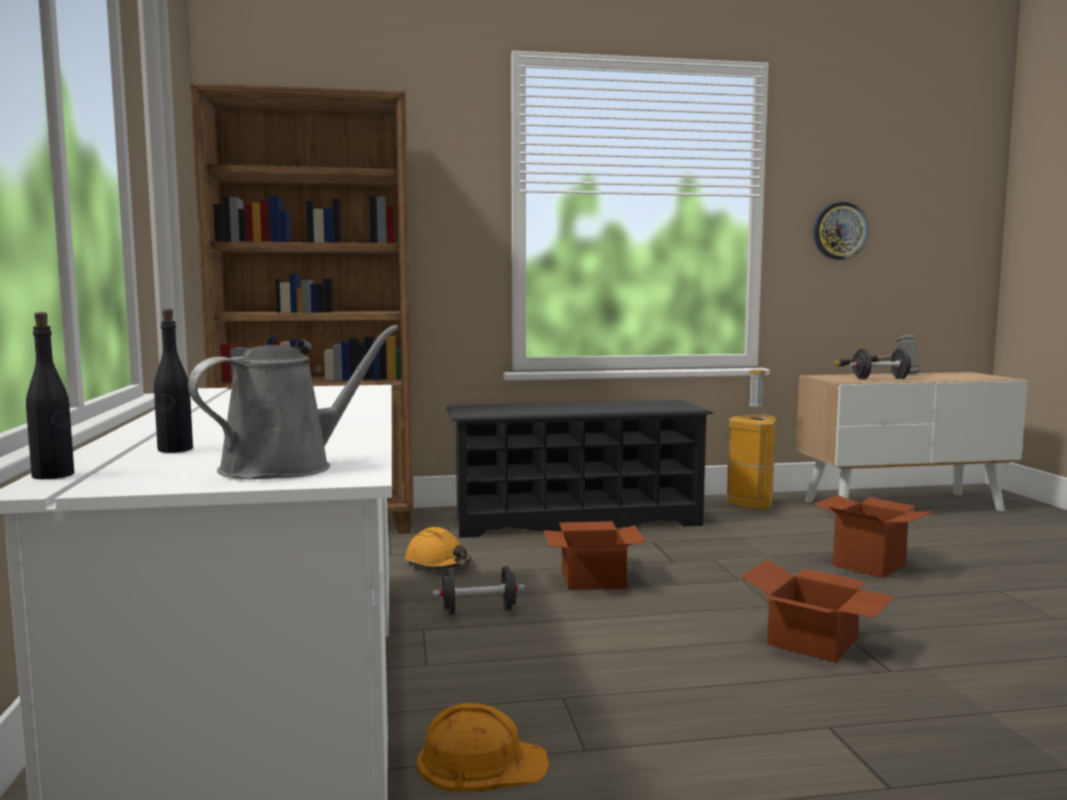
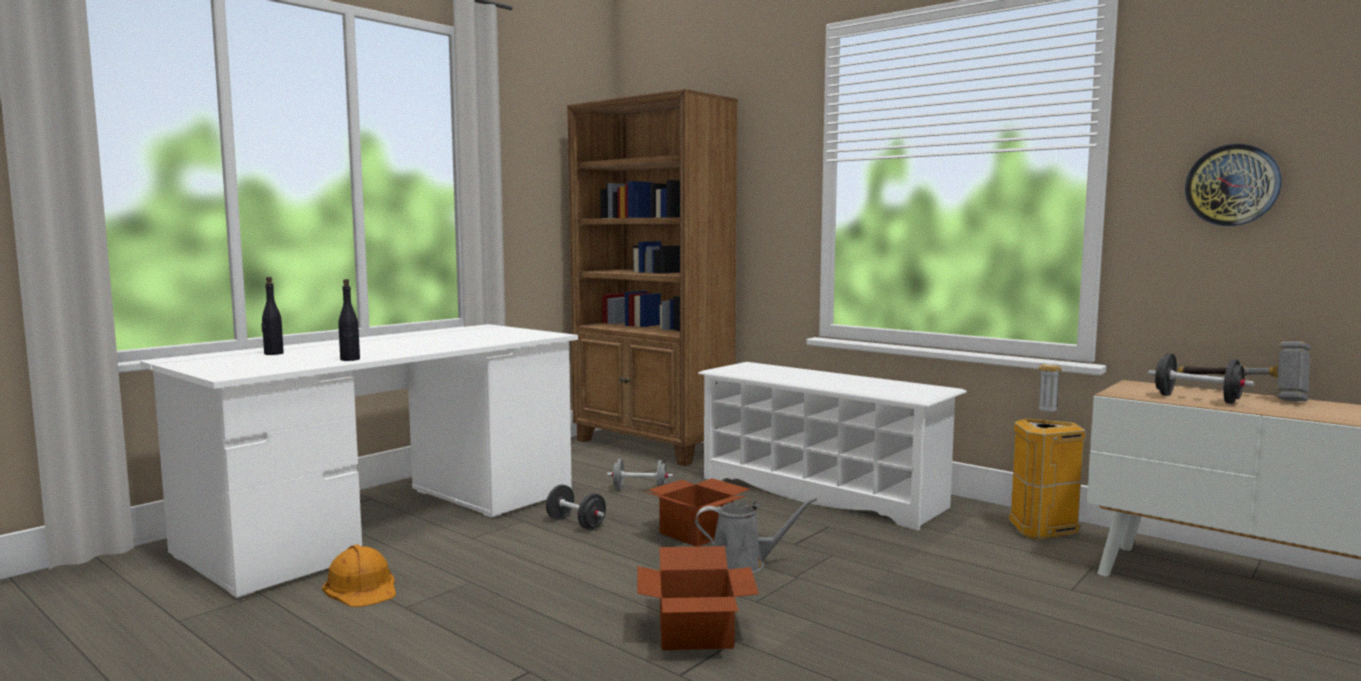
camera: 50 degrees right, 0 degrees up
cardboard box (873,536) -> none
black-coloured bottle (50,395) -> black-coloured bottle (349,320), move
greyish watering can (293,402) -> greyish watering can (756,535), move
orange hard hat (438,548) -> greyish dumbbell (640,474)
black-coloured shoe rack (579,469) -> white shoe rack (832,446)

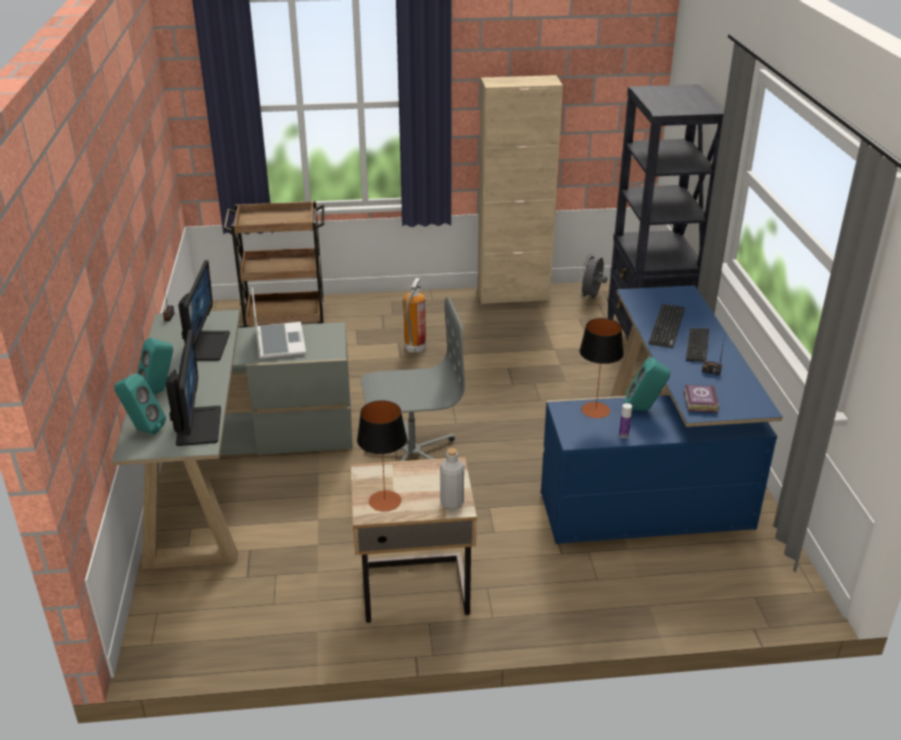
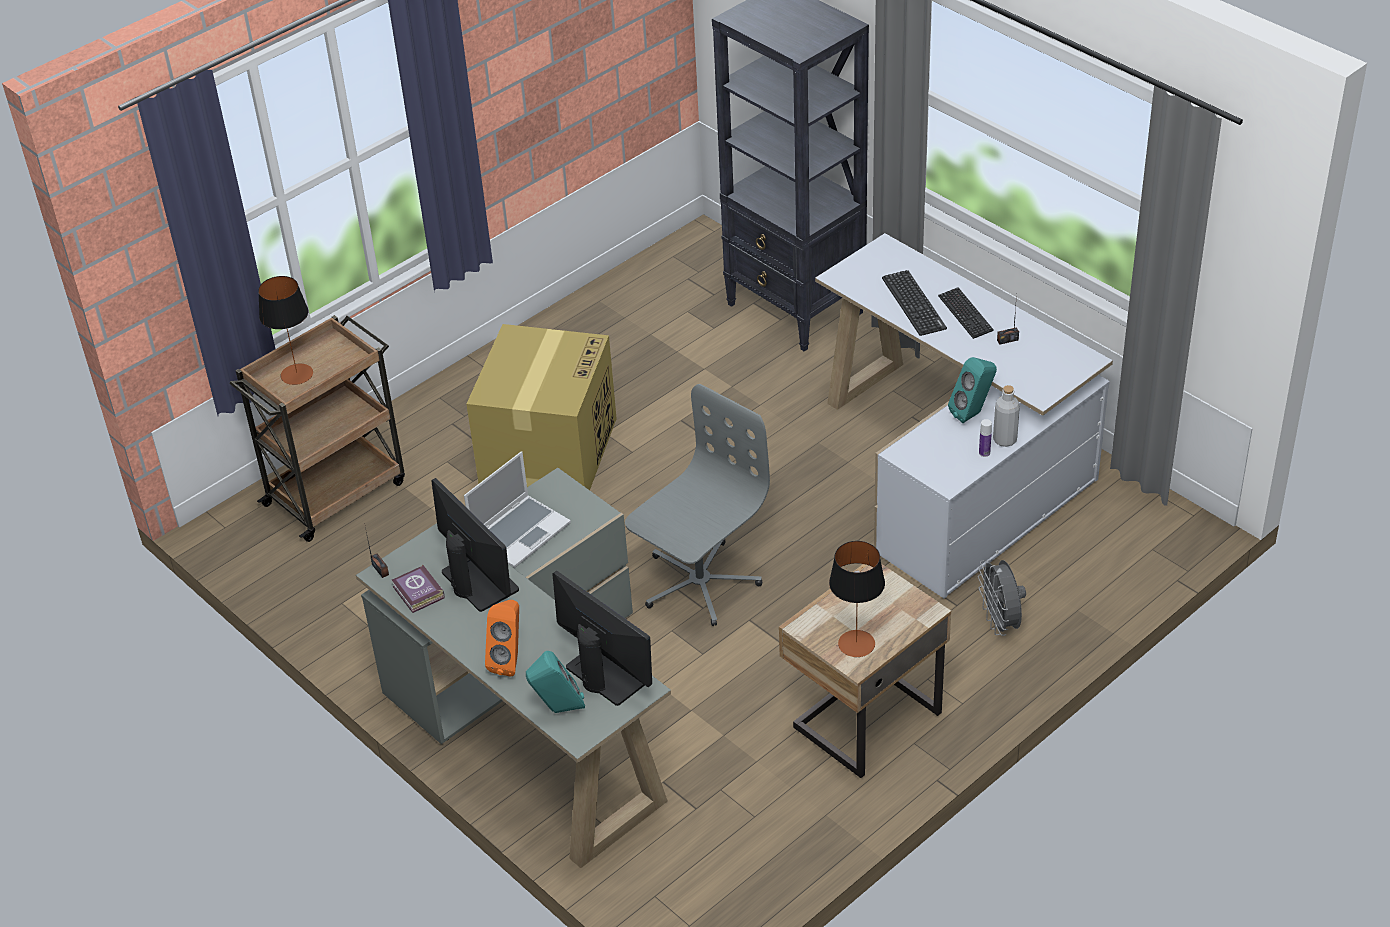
camera: 35 degrees left, 10 degrees up
beige cupboard (520,190) -> none
greyish bottle (452,478) -> greyish bottle (1006,416), move
greyish electric fan (593,276) -> greyish electric fan (1002,598), move
table lamp (601,368) -> table lamp (285,330), move
book (701,399) -> book (418,589), move
extinguisher (414,315) -> cardboard box (541,407)
turquoise audio speaker (155,366) -> orange audio speaker (502,638)
blue-coloured desk table (662,414) -> white desk table (964,416)
portable computer (278,323) -> portable computer (517,509), 90 degrees clockwise

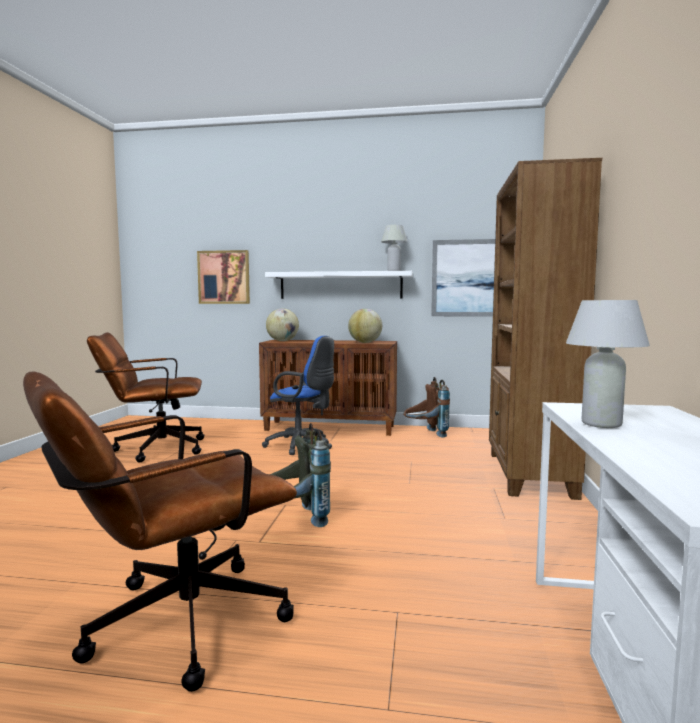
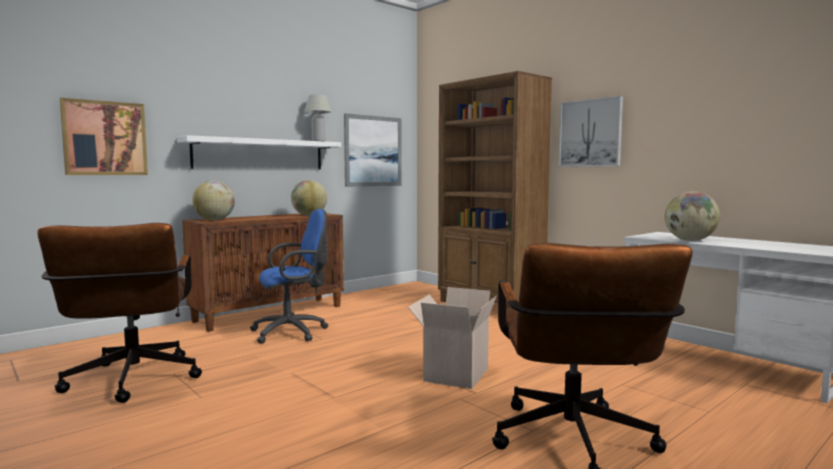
camera: 50 degrees left, 0 degrees up
brownish backpack (426,407) -> none
none -> picture (591,131)
greyish backpack (300,475) -> cardboard box (452,338)
white table lamp (608,364) -> desk globe (692,216)
brownish desk chair (145,397) -> brownish desk chair (119,313), 45 degrees counterclockwise

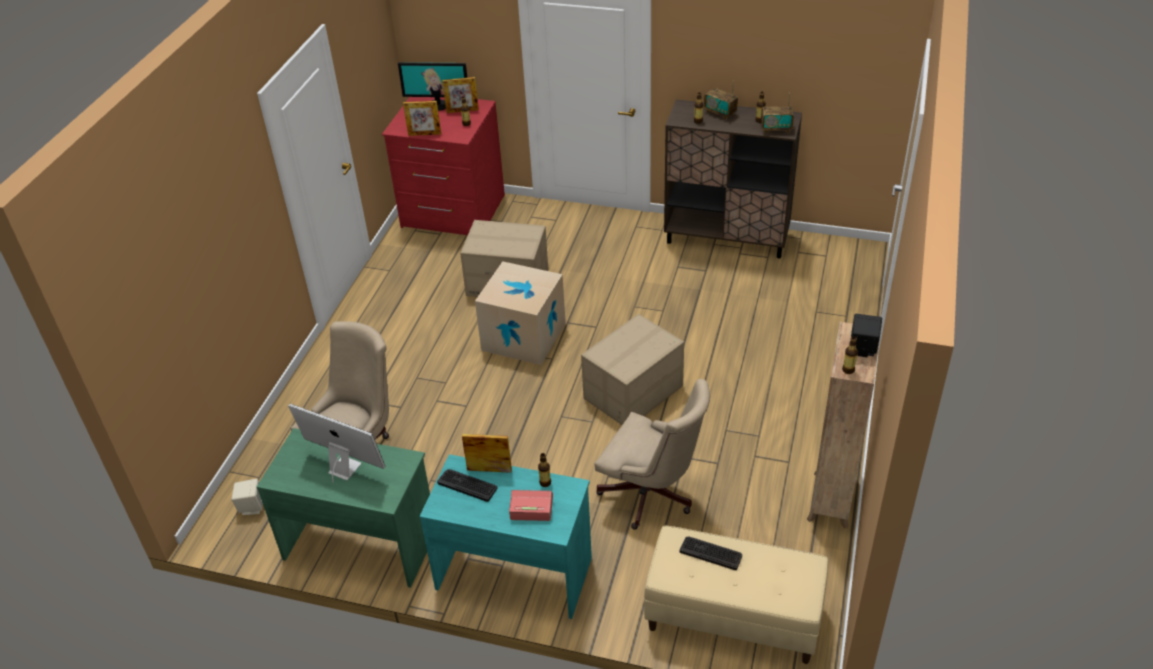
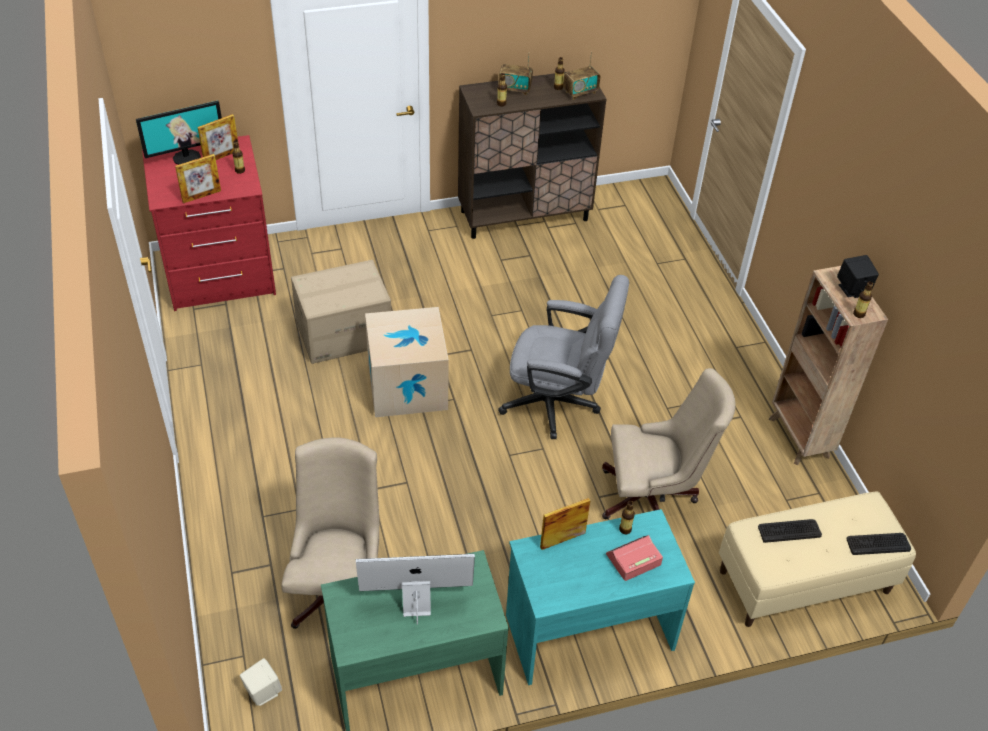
camera: 35 degrees left, 5 degrees up
PC keyboard (467,485) -> PC keyboard (878,544), move
cardboard box (632,369) -> greyish desk chair (563,357)

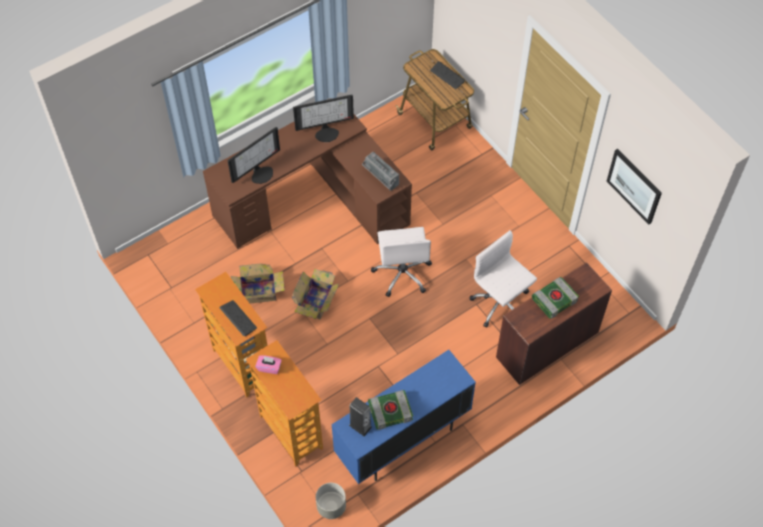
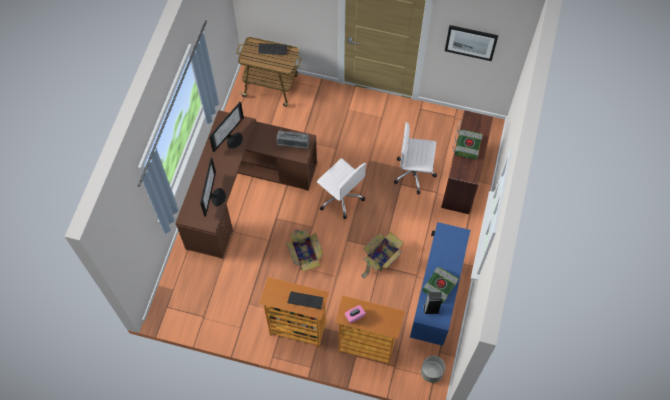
camera: 40 degrees left, 5 degrees up
cardboard box (258,283) -> cardboard box (382,255), move

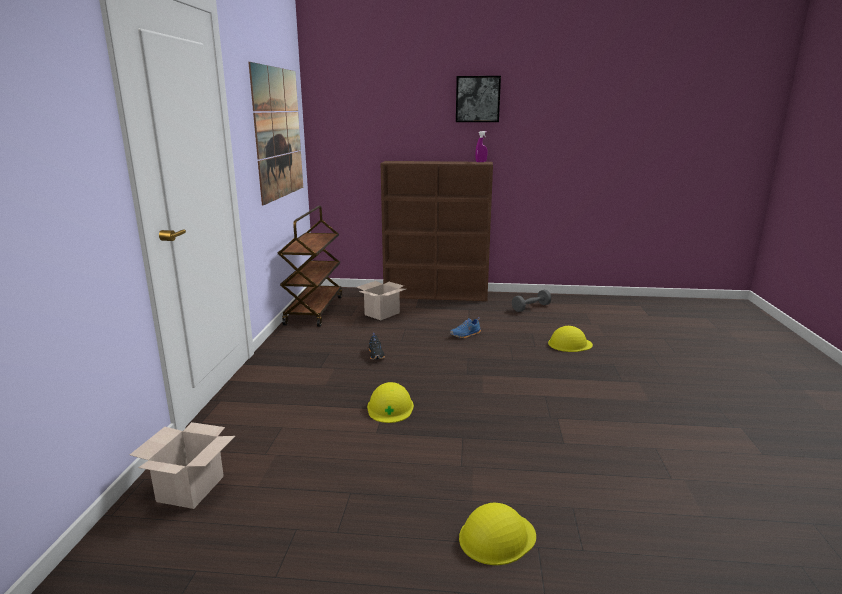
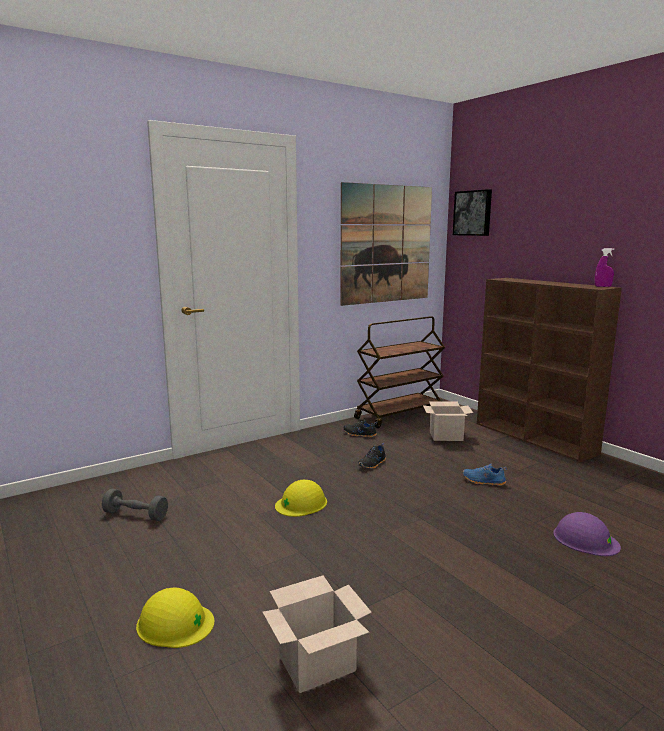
camera: 50 degrees right, 5 degrees down
none -> black-coloured shoe (360,428)
cardboard box (182,465) -> cardboard box (317,634), move
picture (478,99) -> picture (472,212), move
greyish dumbbell (531,301) -> greyish dumbbell (135,505), move
yellow hard hat (570,339) -> purplish hard hat (587,534)

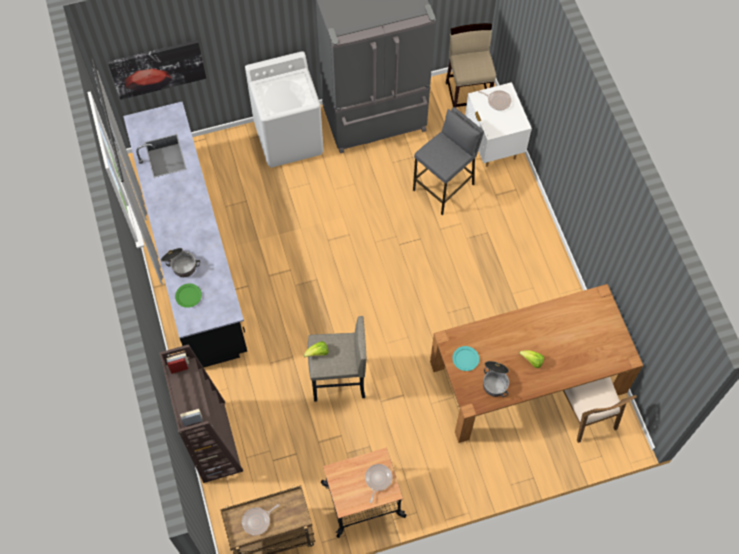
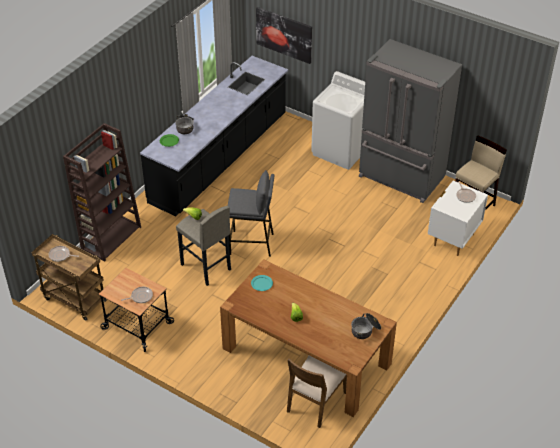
camera: 50 degrees right, 20 degrees down
greyish sitting stool (448,161) -> greyish sitting stool (251,213), move
cooking pot (496,379) -> cooking pot (366,326), move

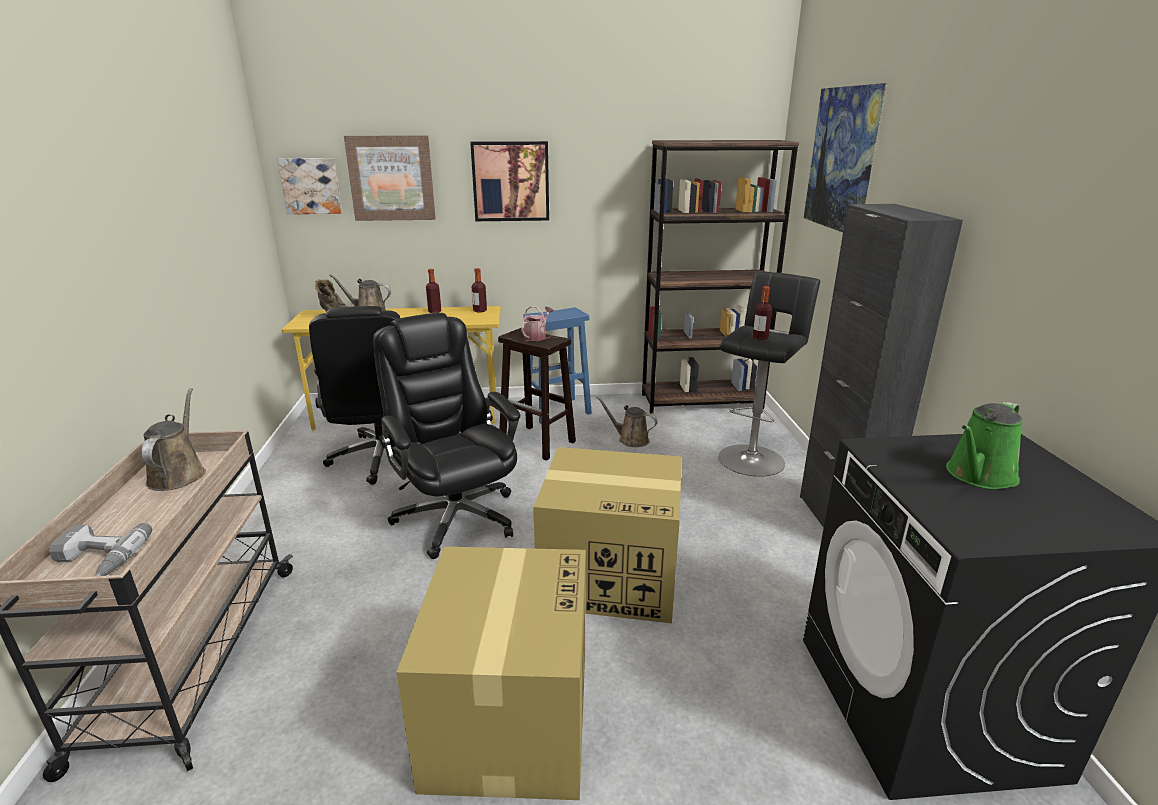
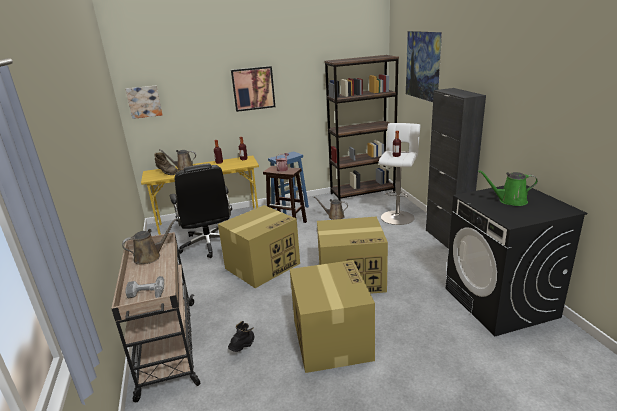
camera: 10 degrees left, 0 degrees up
picture (390,178) -> none
none -> black-coloured boot (241,336)
black-coloured desk chair (446,436) -> cardboard box (259,246)
black-coloured sitting stool (769,374) -> white sitting stool (399,174)
brownish watering can (174,439) -> brownish watering can (149,241), 75 degrees clockwise
greenish watering can (984,445) -> greenish watering can (508,188), 60 degrees clockwise

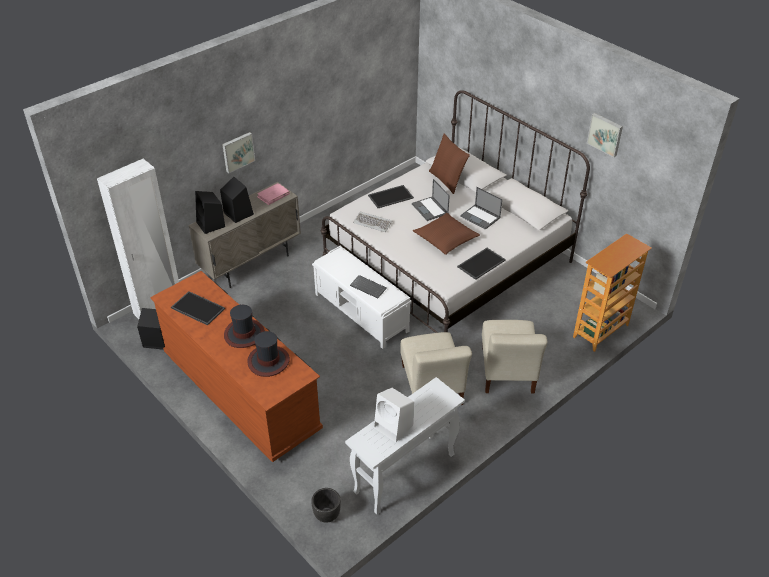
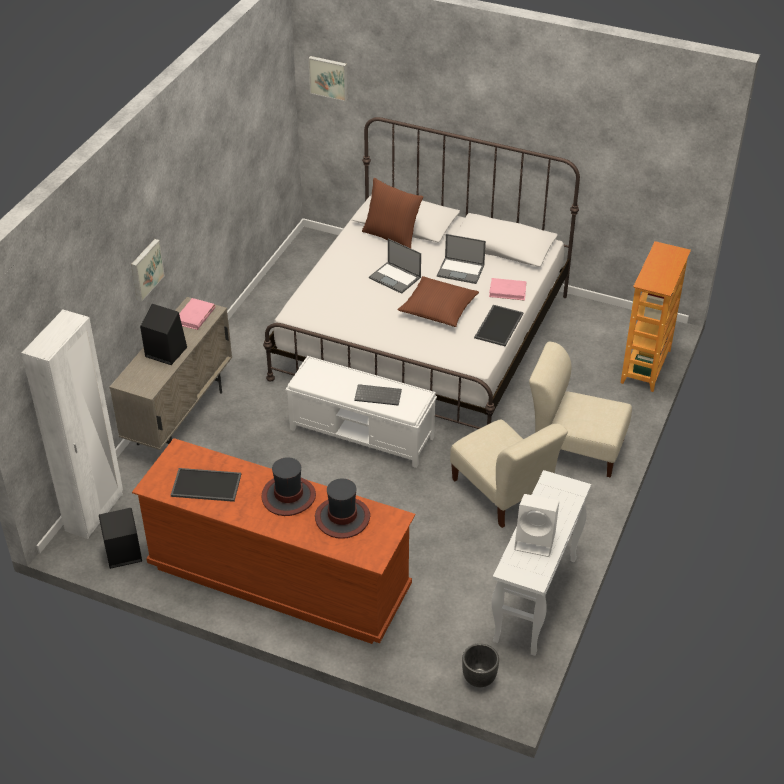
camera: 25 degrees left, 0 degrees up
black-coloured audio speaker (210,212) -> none
PC keyboard (372,222) -> none
tray (391,196) -> none
none -> pink-coloured book (508,289)
picture (605,135) -> picture (328,78), move
beige chair (514,357) -> beige chair (580,410), 135 degrees clockwise

